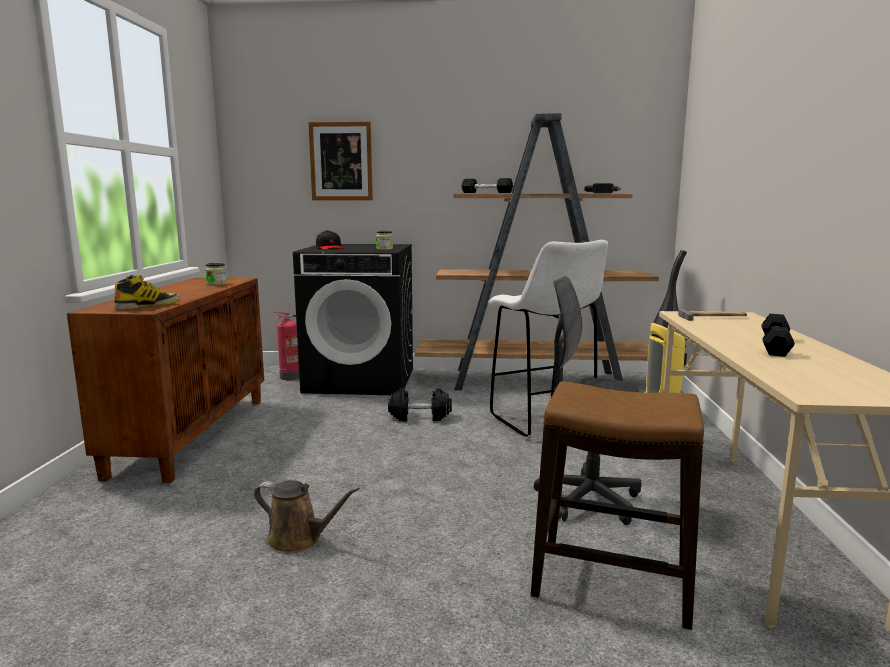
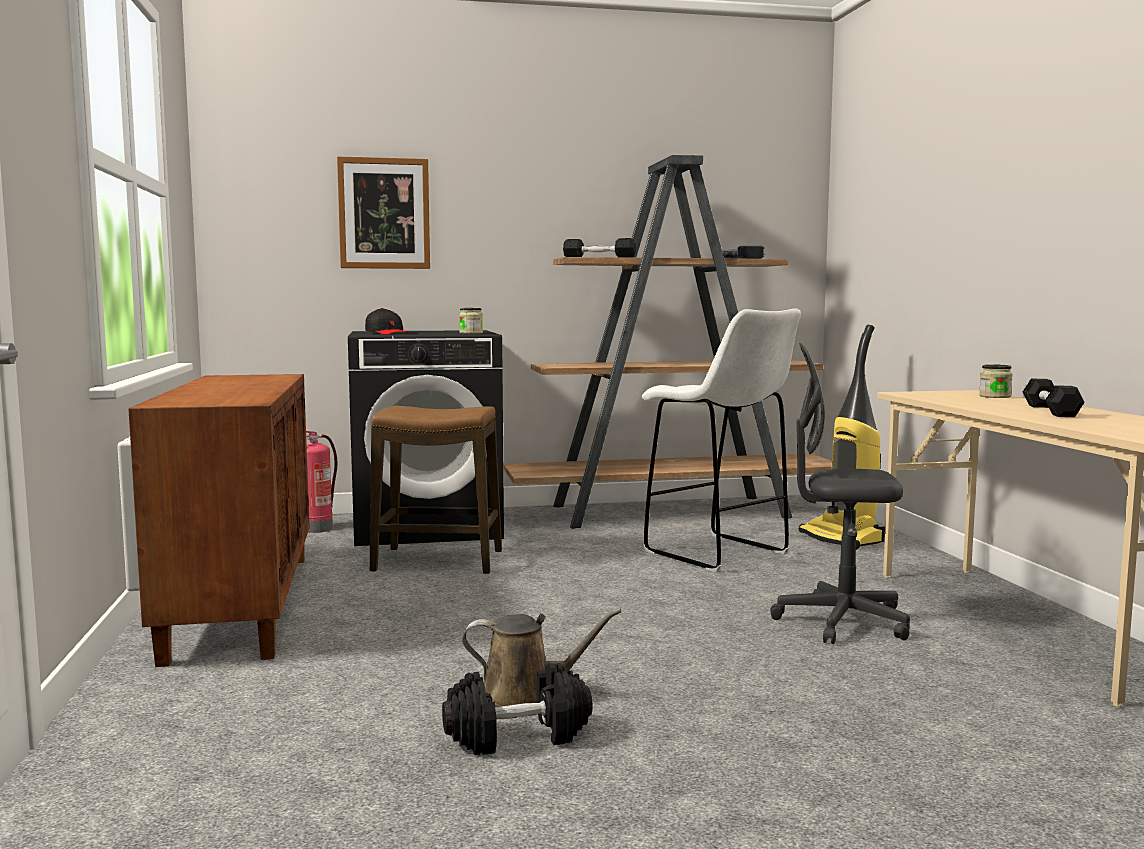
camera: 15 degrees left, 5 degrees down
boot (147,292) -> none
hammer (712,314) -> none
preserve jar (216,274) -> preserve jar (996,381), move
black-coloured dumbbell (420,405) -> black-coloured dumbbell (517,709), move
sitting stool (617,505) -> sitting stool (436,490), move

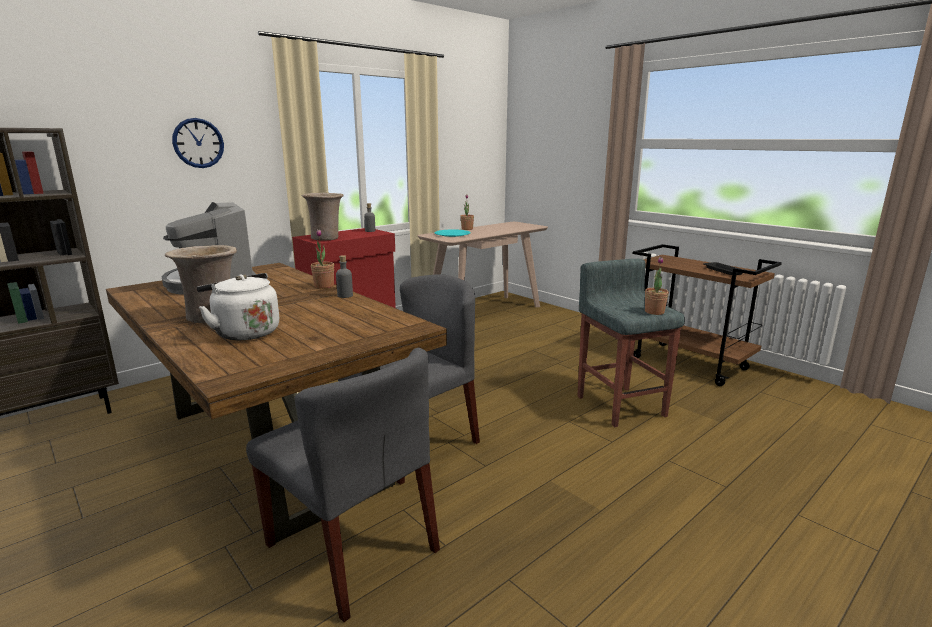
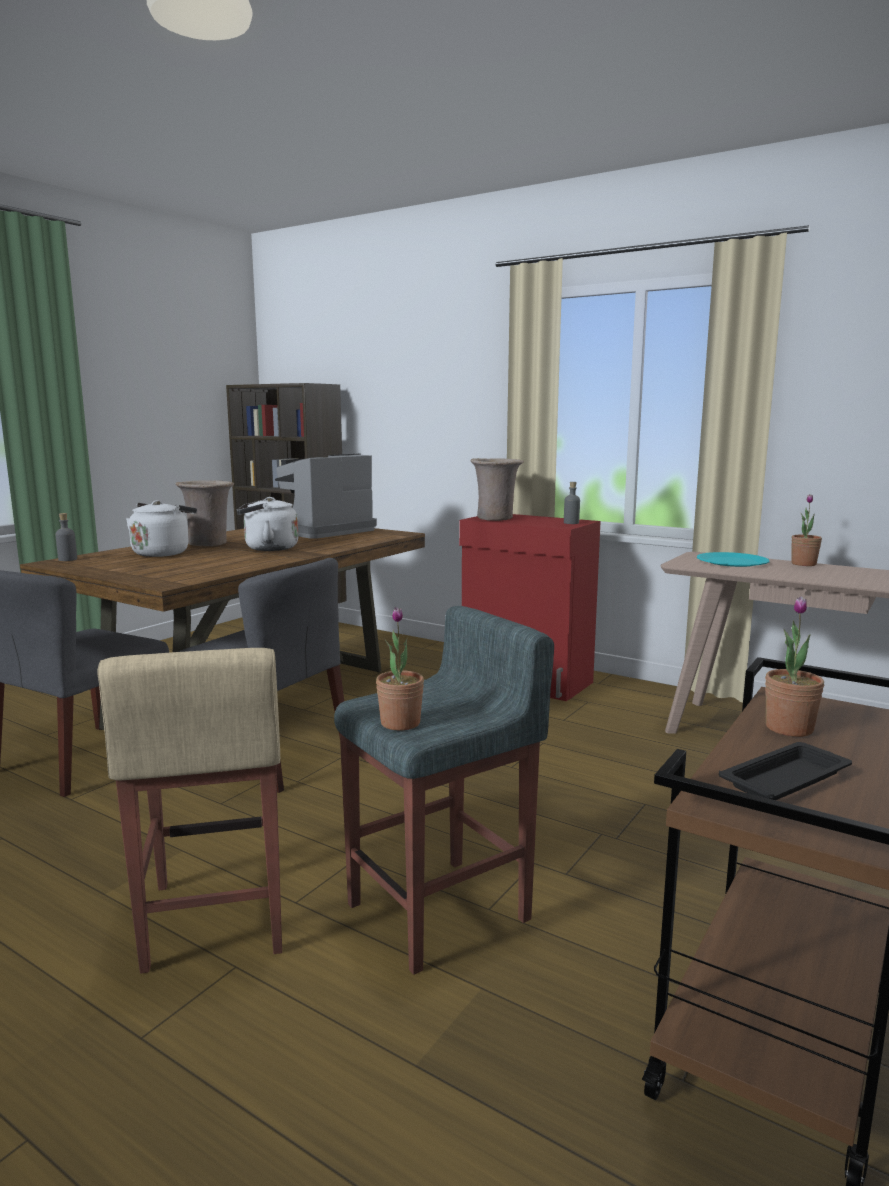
camera: 75 degrees right, 5 degrees down
wall clock (198,143) -> none
none -> beige sitting stool (189,811)
none -> white water kettle (268,524)
plant in a pot (322,259) -> plant in a pot (794,666), move
greyish bottle (344,276) -> greyish bottle (66,537), move

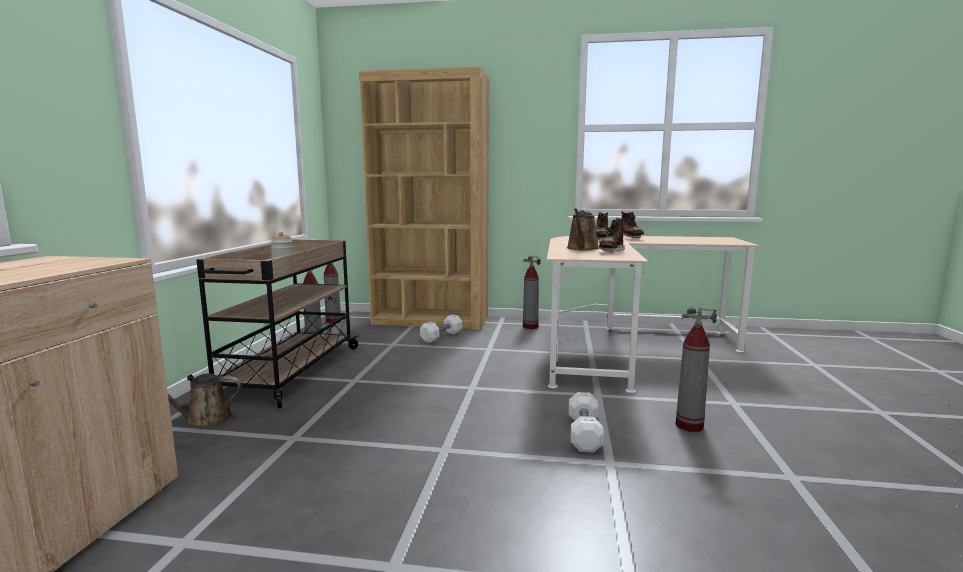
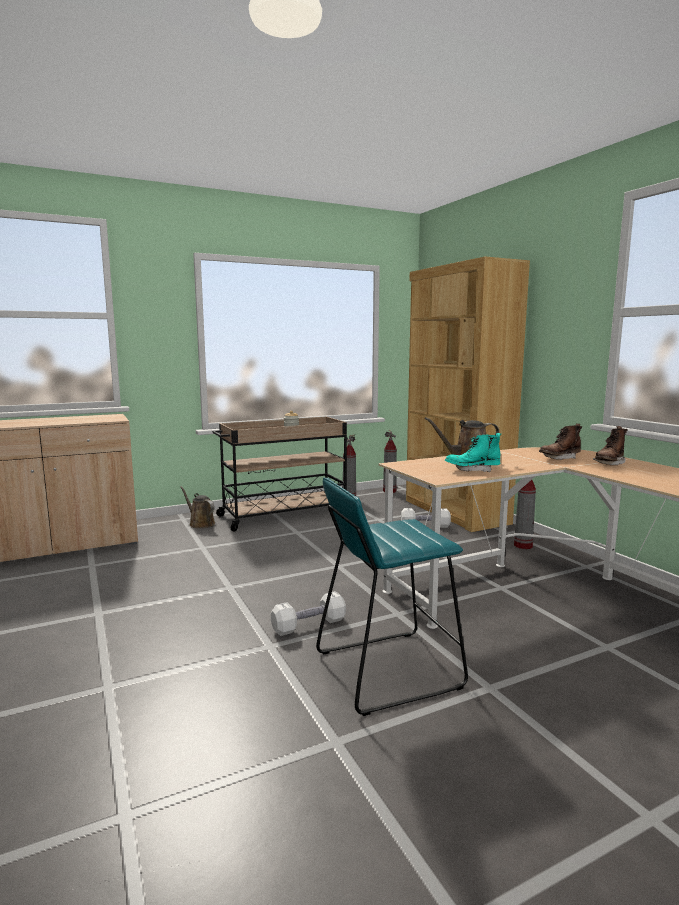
camera: 55 degrees right, 0 degrees up
extinguisher (696,369) -> turquoise sitting stool (392,597)
brownish boot (611,235) -> turquoise boot (473,452)

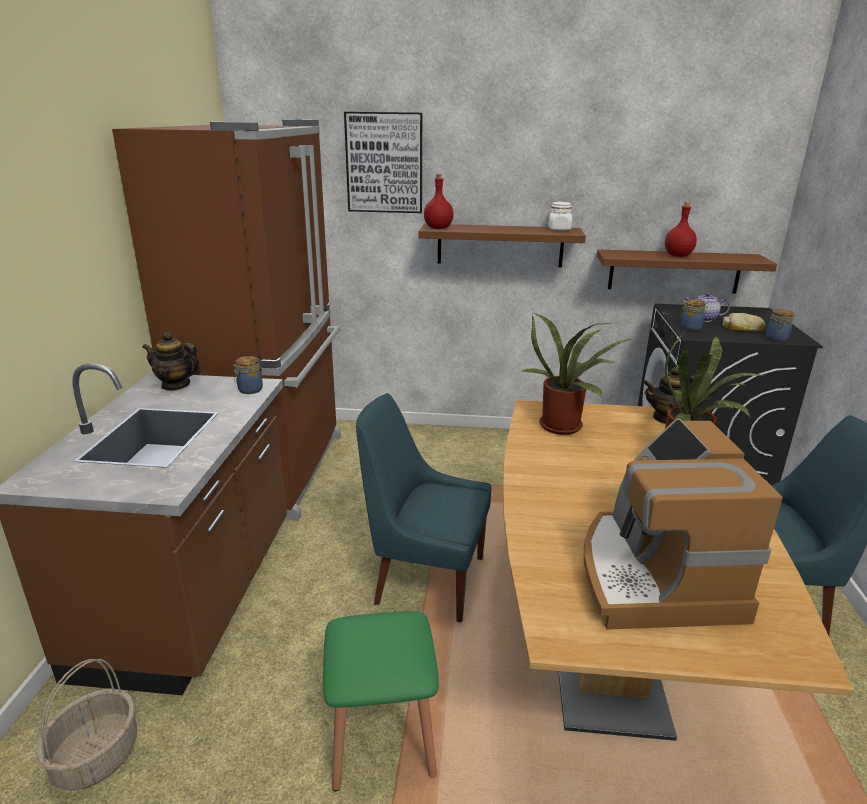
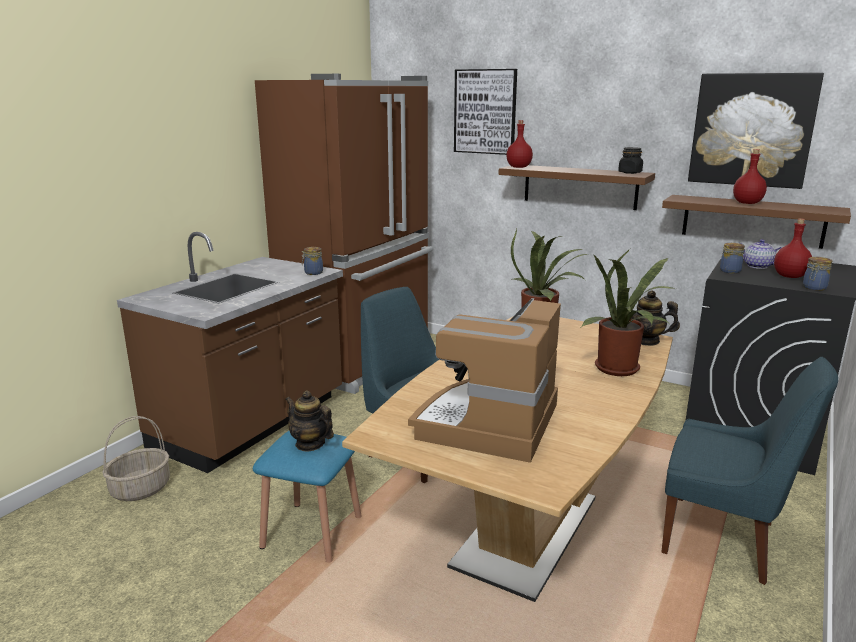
camera: 25 degrees right, 5 degrees down
none -> picture (756,131)
tea pot (172,361) -> tea pot (309,421), move
bakery bread (744,322) -> red-coloured bottle (793,248)
greenish sitting stool (381,701) -> blue-coloured sitting stool (307,497)
white preserve jar (560,216) -> black-coloured preserve jar (630,160)

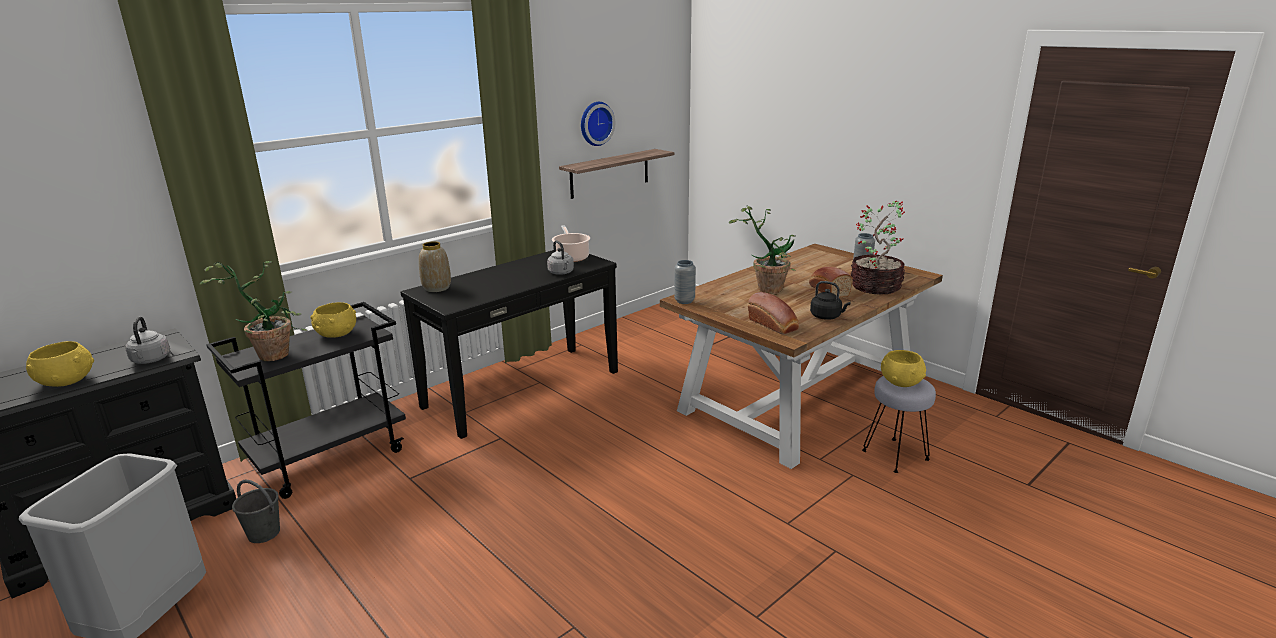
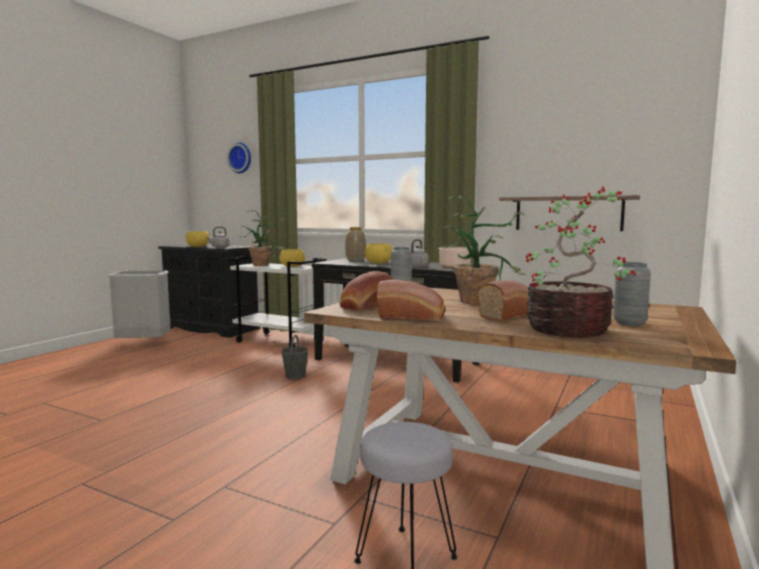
camera: 70 degrees right, 15 degrees down
greyish water bucket (256,511) -> greyish water bucket (295,357), move
wall clock (598,124) -> wall clock (239,157), move
yellow serving bowl (903,368) -> yellow serving bowl (378,253), move
black-coloured water kettle (830,300) -> bakery bread (411,300)
black-coloured trolley (306,400) -> white trolley (276,301)

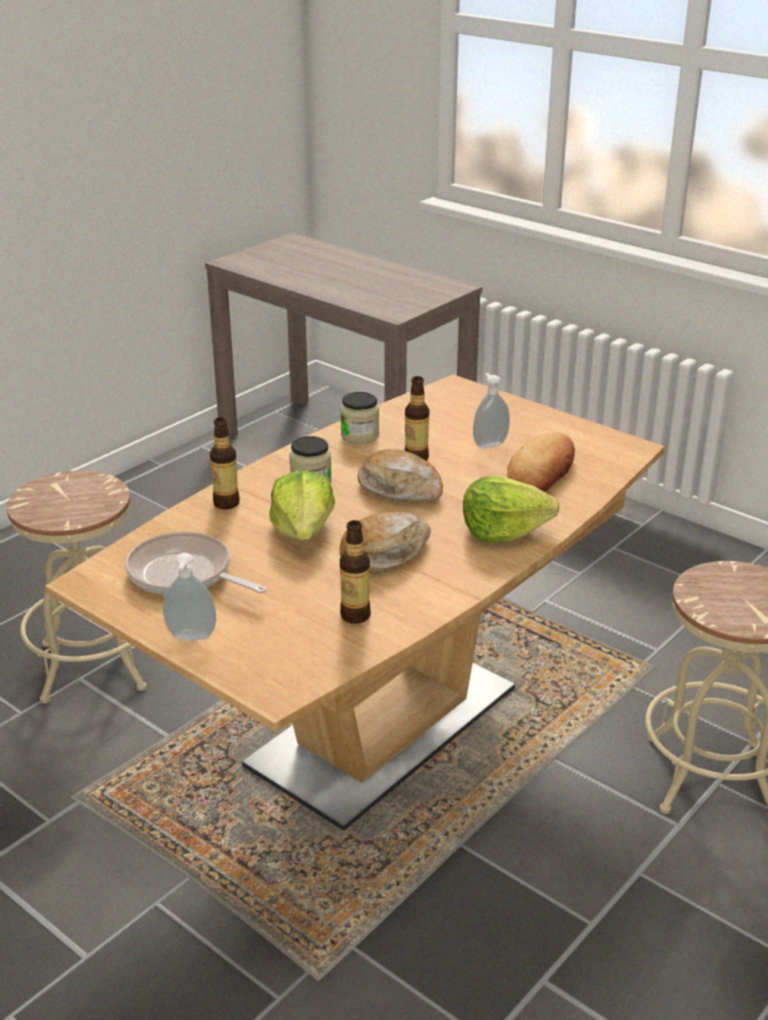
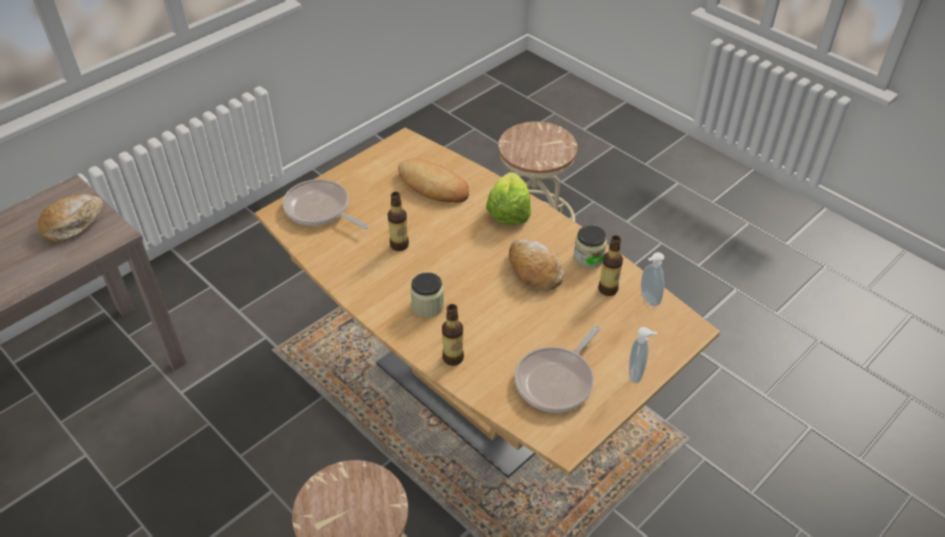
camera: 85 degrees left, 15 degrees up
lettuce head (302,505) -> none
none -> frying pan (325,204)
preserve jar (359,418) -> preserve jar (590,247), move
bakery bread (400,475) -> bakery bread (70,218), move
liquid soap bottle (491,411) -> liquid soap bottle (652,279), move

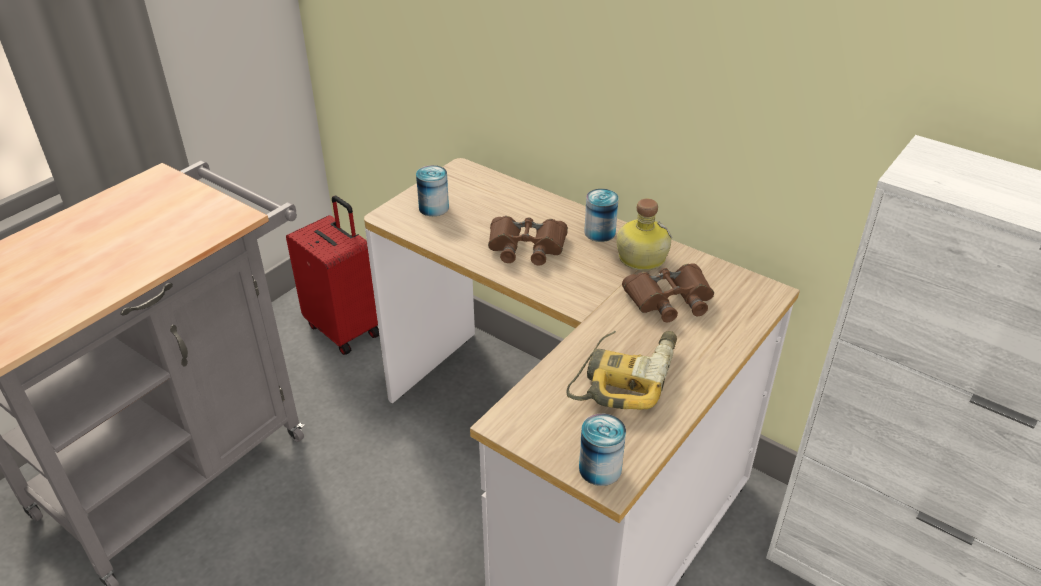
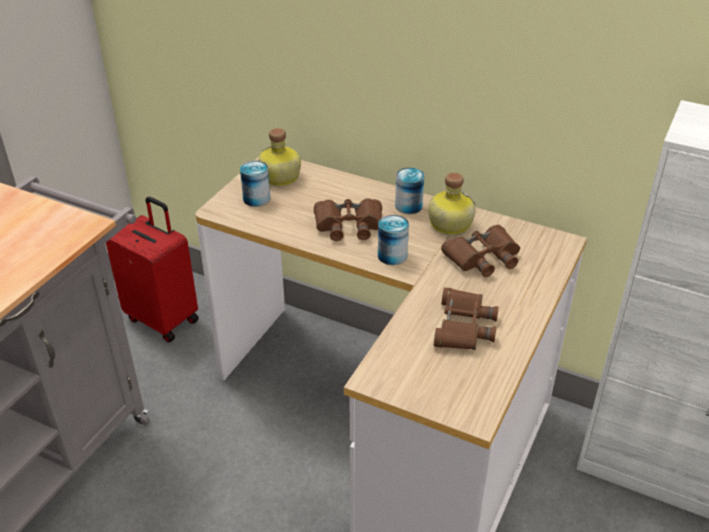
camera: 10 degrees left, 0 degrees up
none -> bottle (279,157)
sealed can (602,450) -> sealed can (393,240), move
drill (621,370) -> brownish binoculars (466,318)

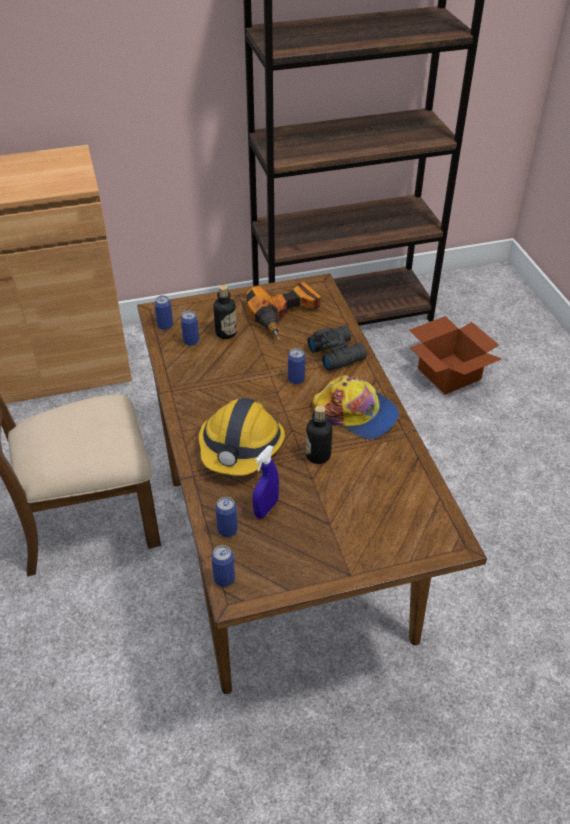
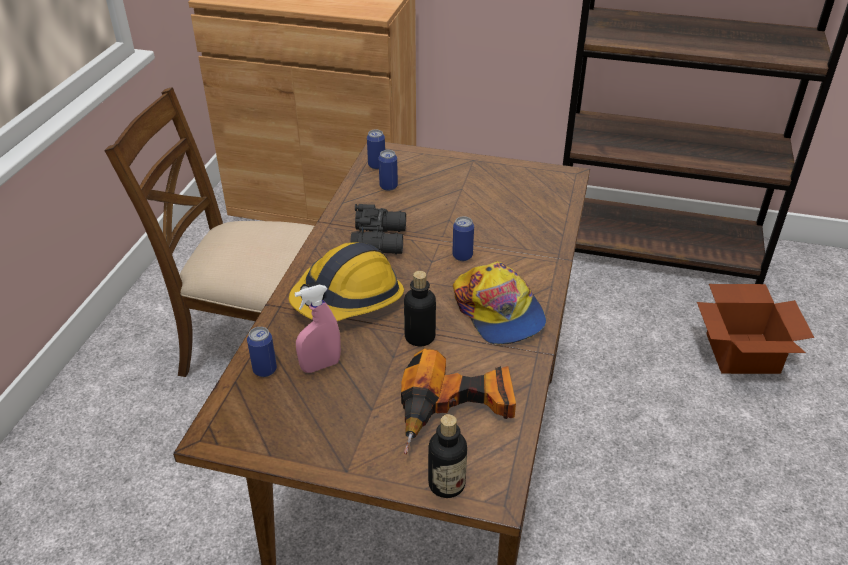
camera: 30 degrees right, 5 degrees down
sealed can (223,566) -> none
bottle (225,312) -> bottle (447,456), move
drill (283,311) -> drill (458,401), move
black-coloured binoculars (337,348) -> black-coloured binoculars (378,229), move
blue-coloured hand sprayer (266,482) -> pink-coloured hand sprayer (317,329)

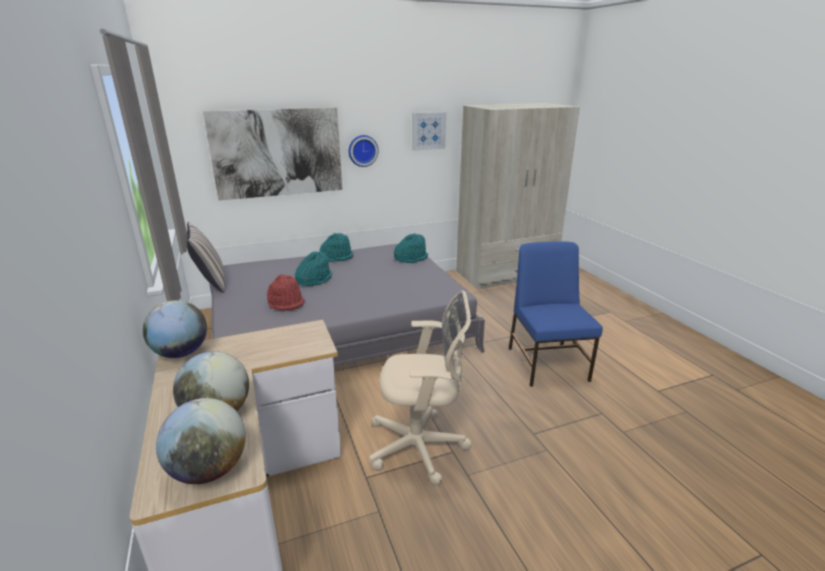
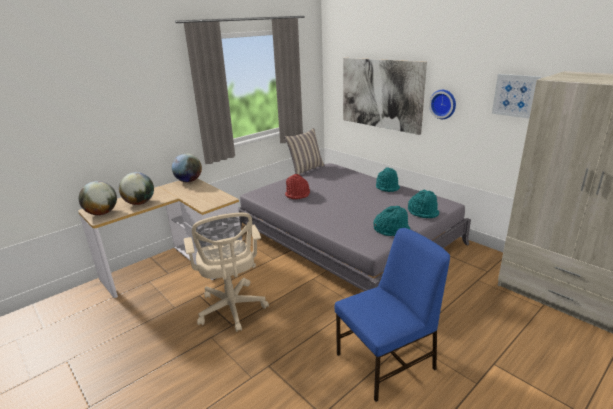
camera: 70 degrees right, 0 degrees up
turquoise hat (313,268) -> turquoise hat (392,221), move

